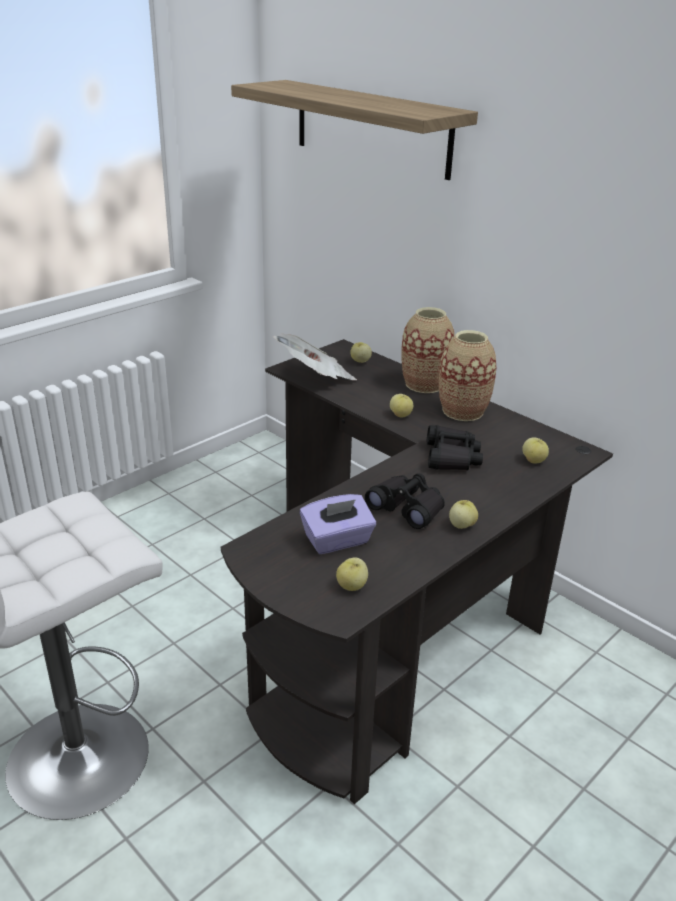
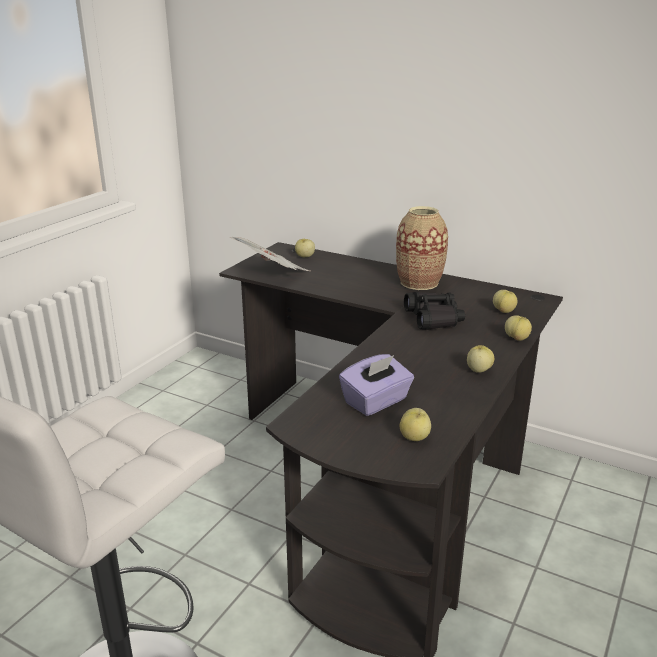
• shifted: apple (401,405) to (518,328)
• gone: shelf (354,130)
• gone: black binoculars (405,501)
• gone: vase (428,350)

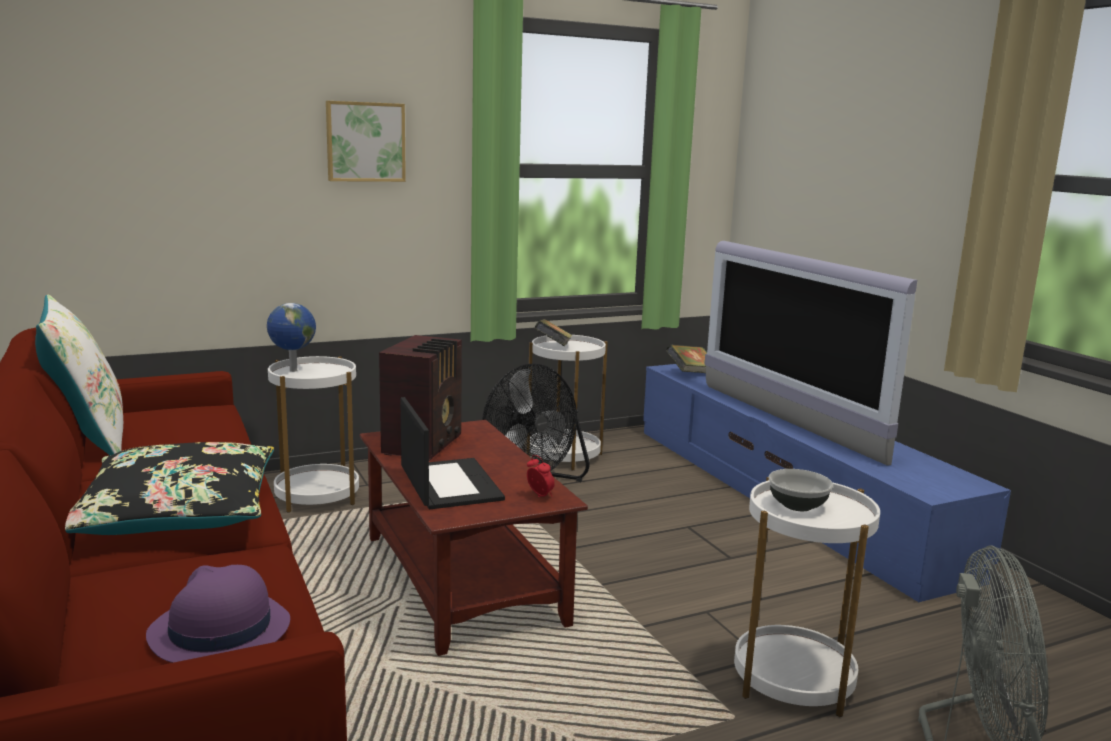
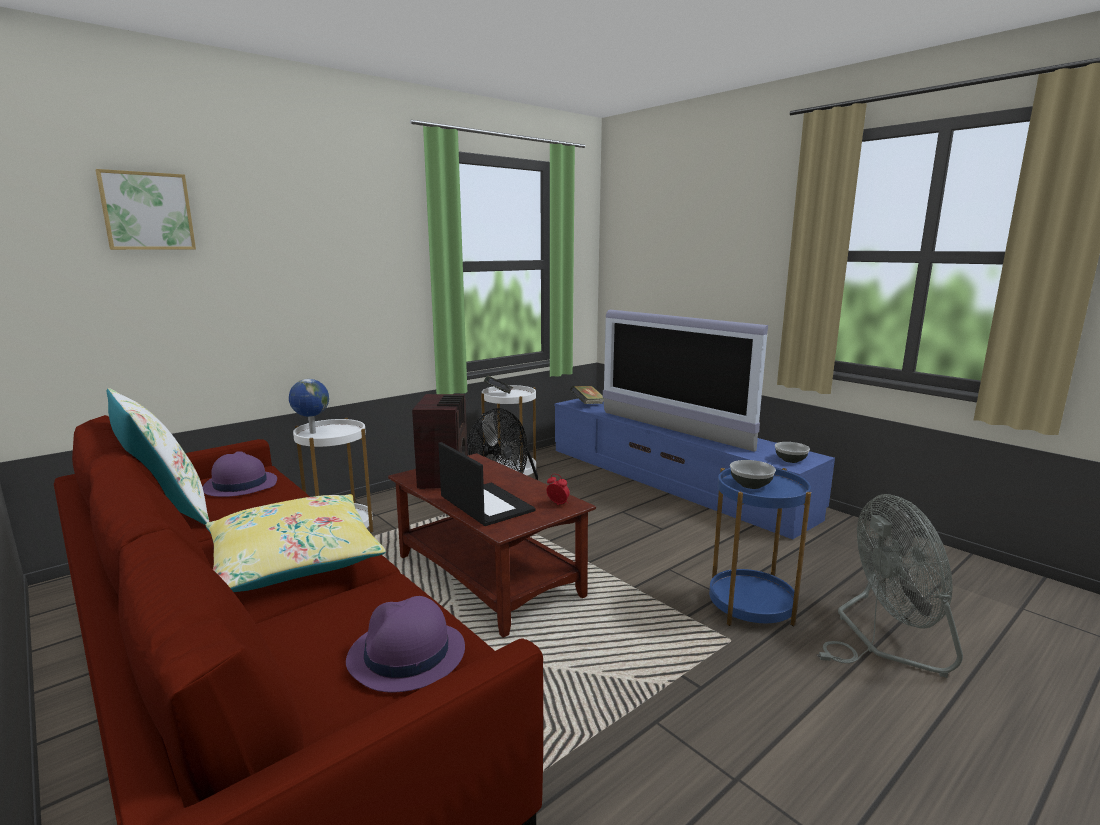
• shifted: picture (366,141) to (146,209)
• new: purple hat (240,474)
• repainted: black pillow (169,488) to yellow pillow (296,543)
• repainted: white side table (807,597) to blue side table (760,547)
• new: bowl (792,452)

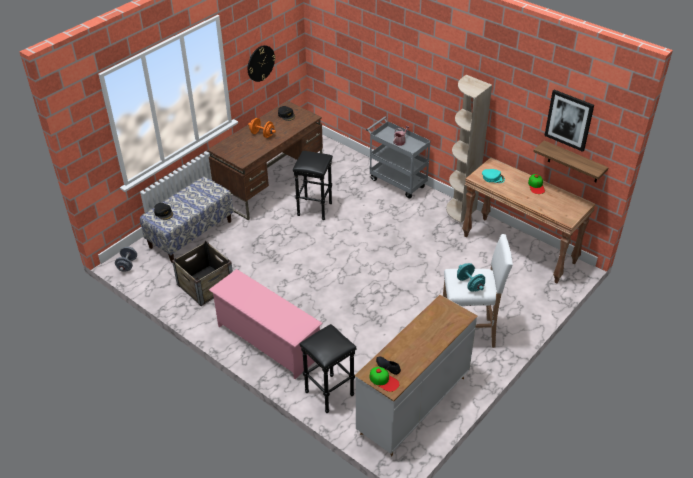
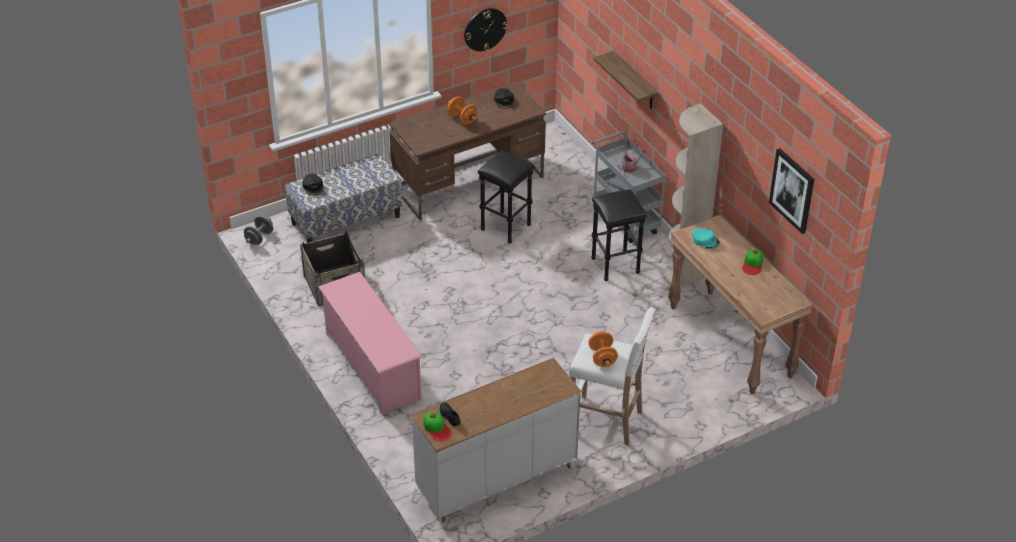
• repainted: turquoise dumbbell (471,277) to orange dumbbell (603,349)
• shifted: black stool (328,368) to (619,235)
• shifted: shelf (571,161) to (626,80)

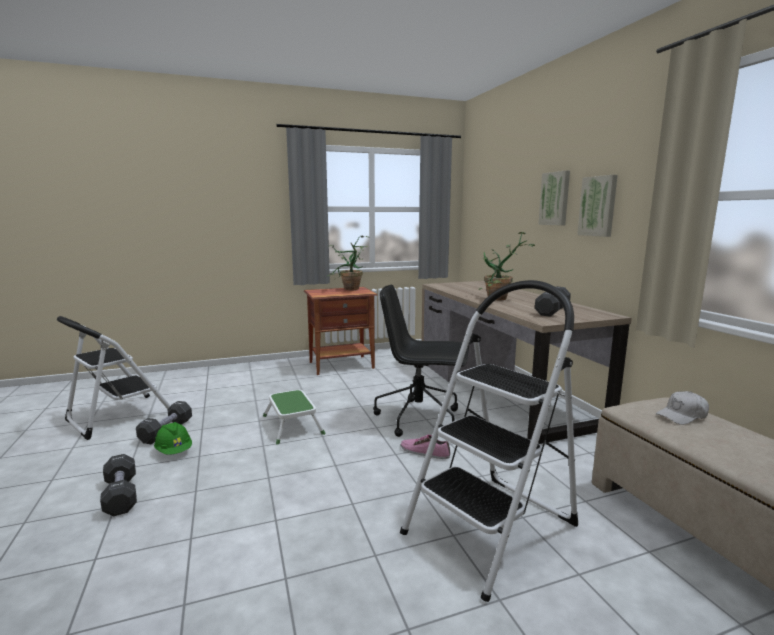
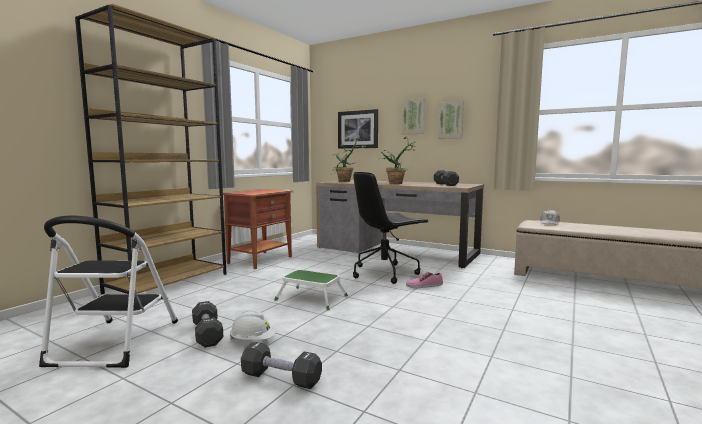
• new: brown bookcase (150,149)
• repainted: green hard hat (173,438) to white hard hat (253,325)
• shifted: potted plant (348,263) to (348,160)
• new: picture (358,129)
• gone: step ladder (489,441)

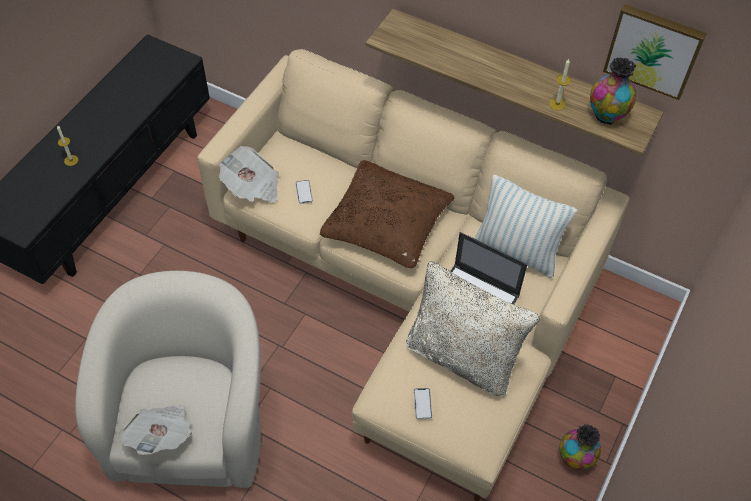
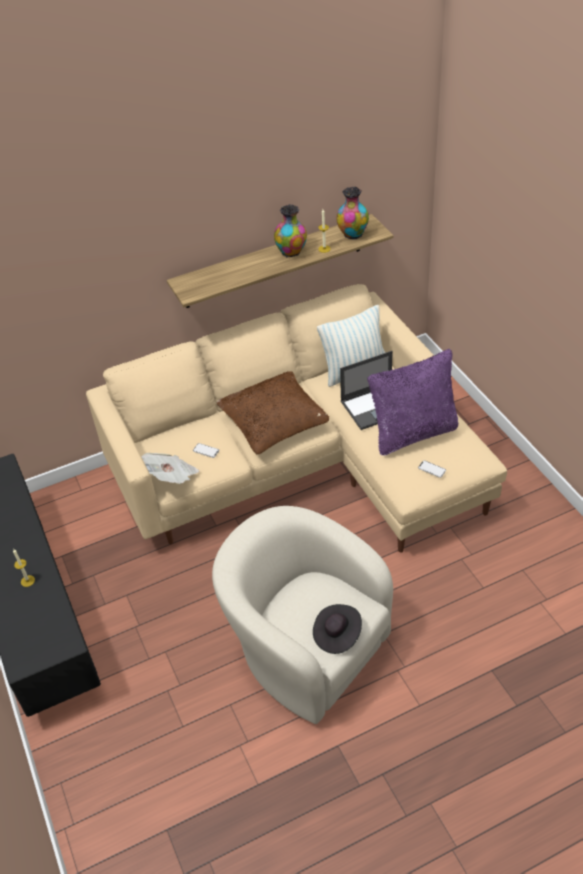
• shifted: vase (580,447) to (290,231)
• swapped: newspaper (155,430) to black hat (337,629)
• repainted: beige pillow (473,328) to purple pillow (412,402)
• gone: picture (655,52)

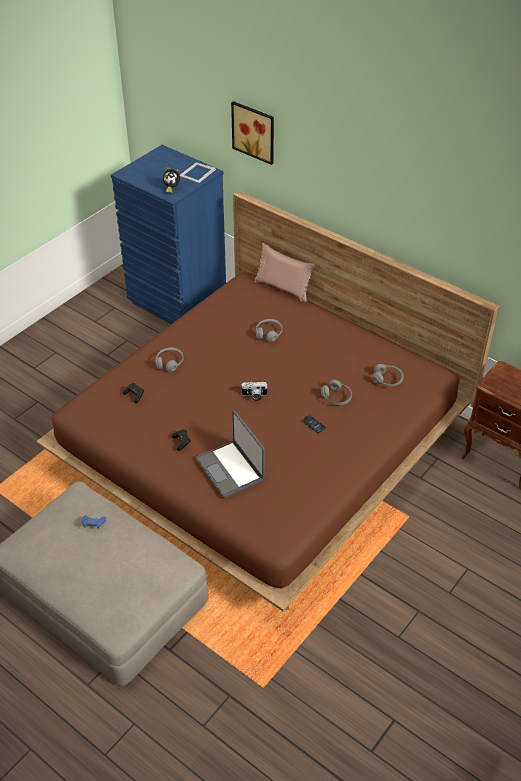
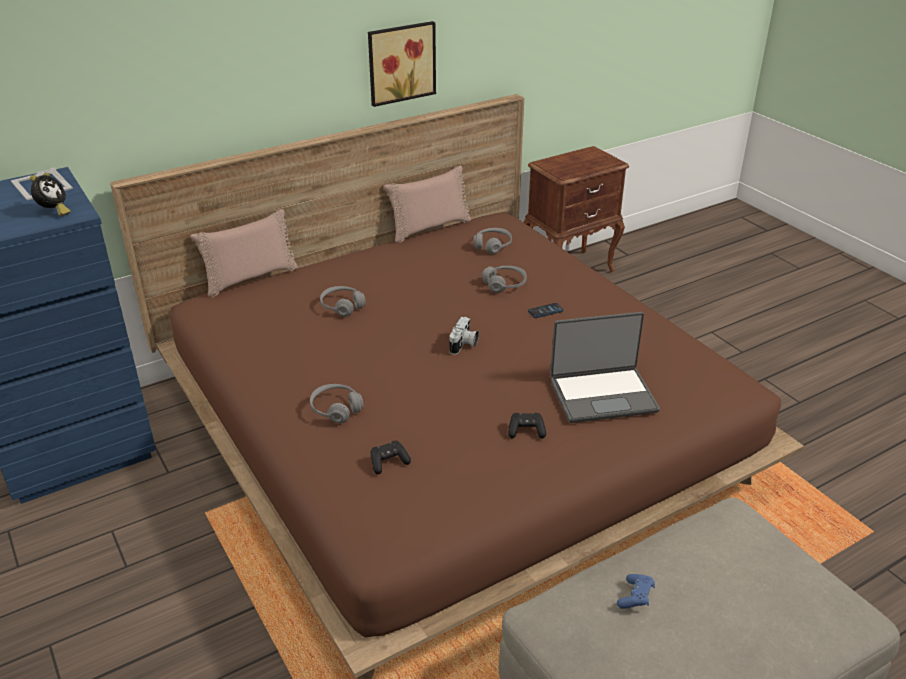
• shifted: picture (252,133) to (402,64)
• new: beige pillow (427,204)

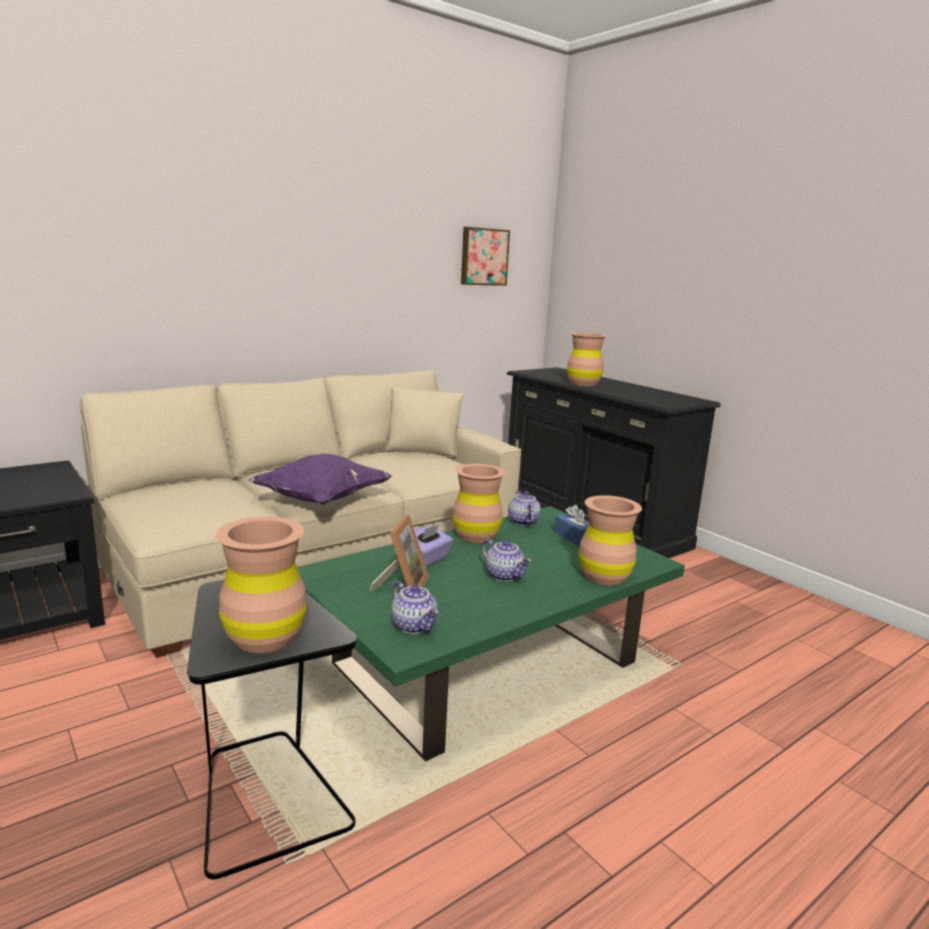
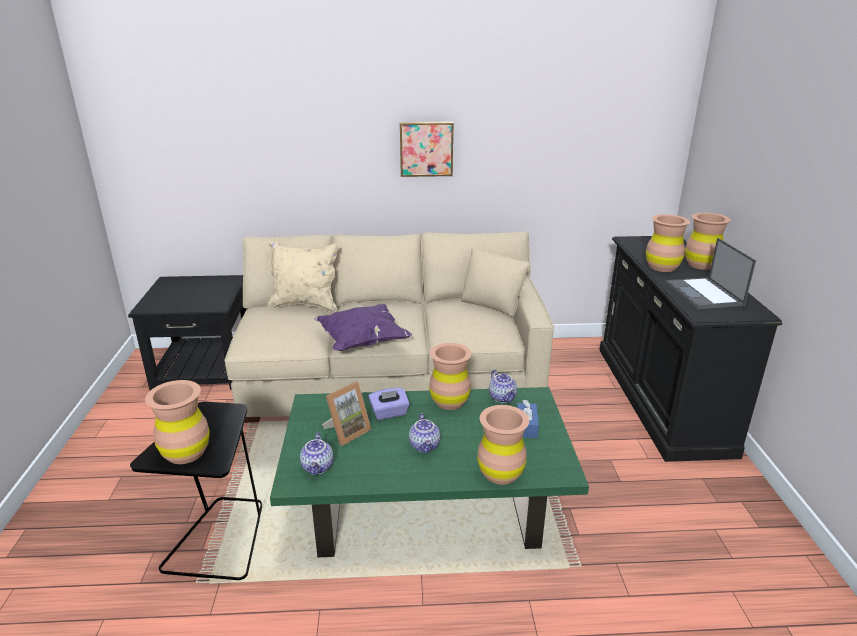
• new: beige pillow (303,276)
• shifted: picture (485,256) to (426,149)
• rotated: teapot (524,508) = (503,386) 135 degrees clockwise
• new: laptop (710,273)
• new: brown vase (708,241)

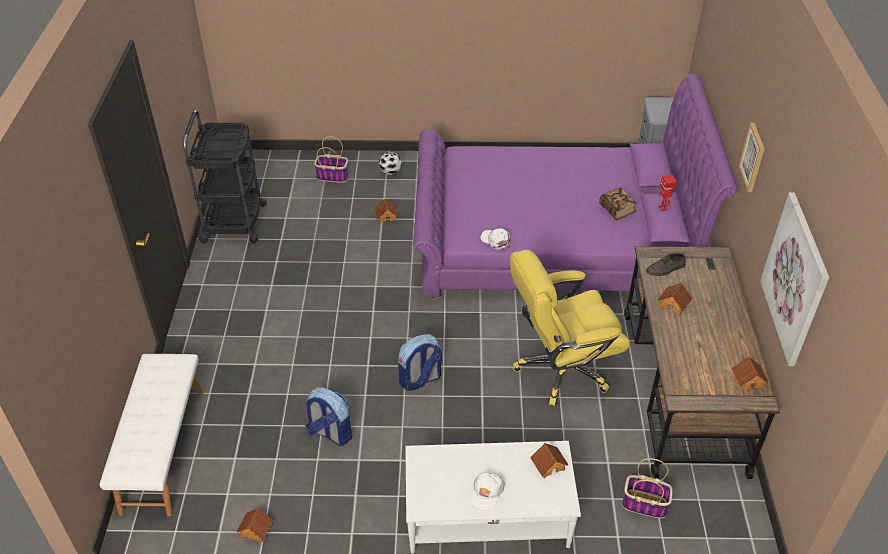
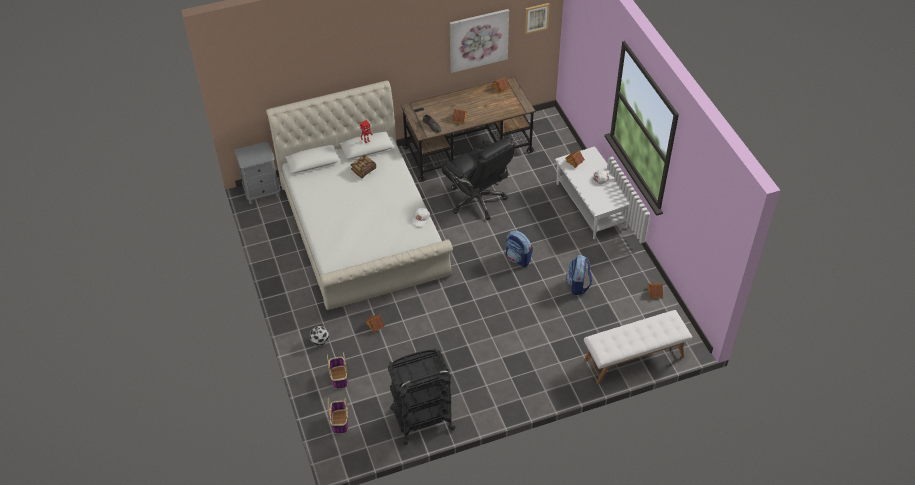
• repainted: purple bed (575,186) to beige bed (359,195)
• shifted: basket (647,488) to (338,415)
• repainted: yellow office chair (570,328) to black office chair (478,179)
• shifted: picture (751,157) to (537,18)

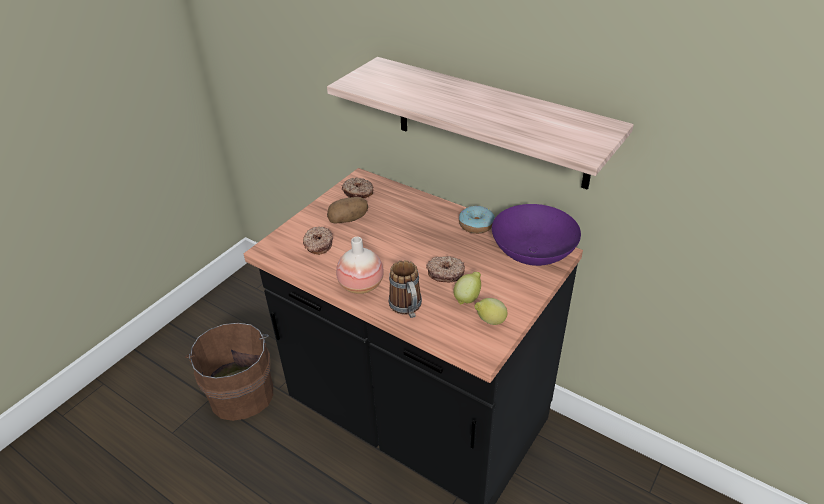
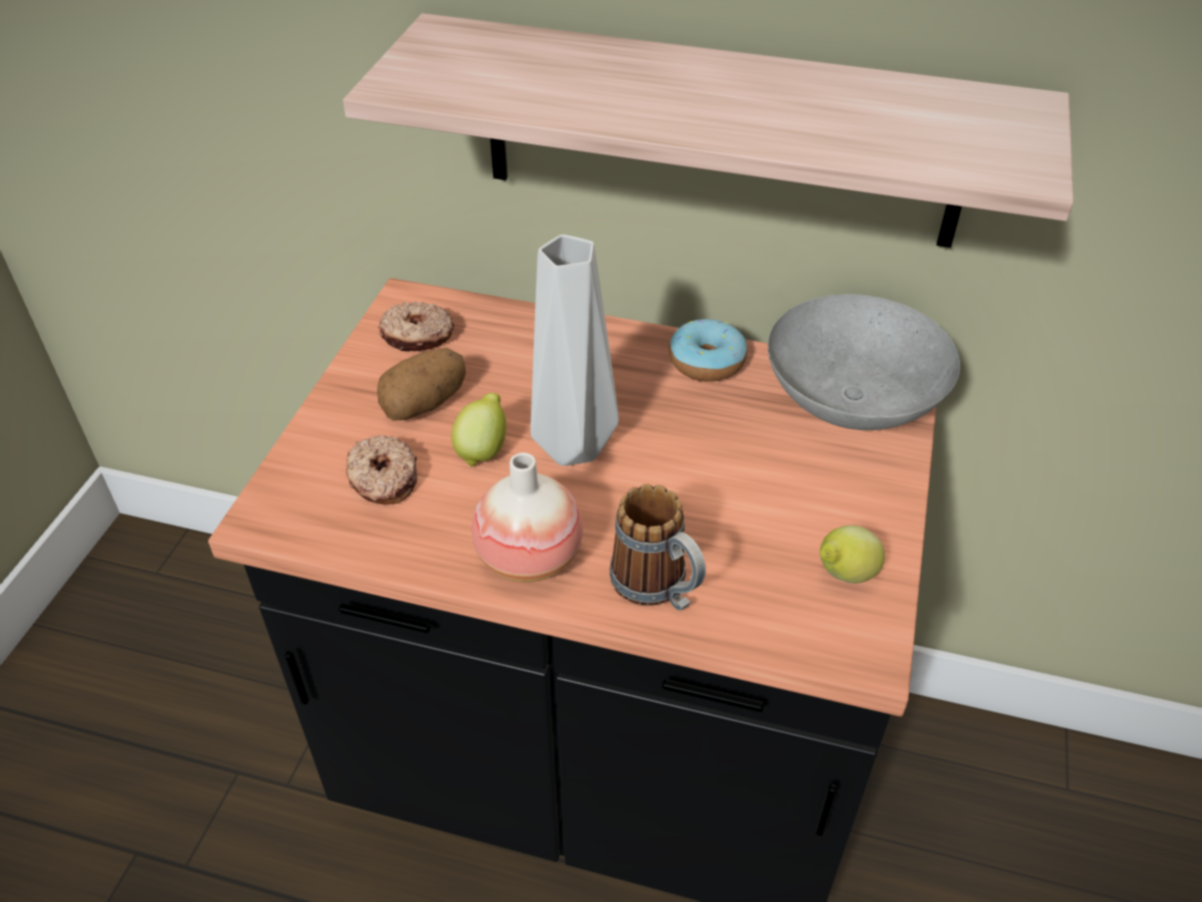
• shifted: lemon (467,288) to (478,430)
• new: grey vase (575,350)
• repainted: purple bowl (536,235) to grey bowl (864,362)
• gone: brown bucket (229,372)
• gone: donut (445,269)

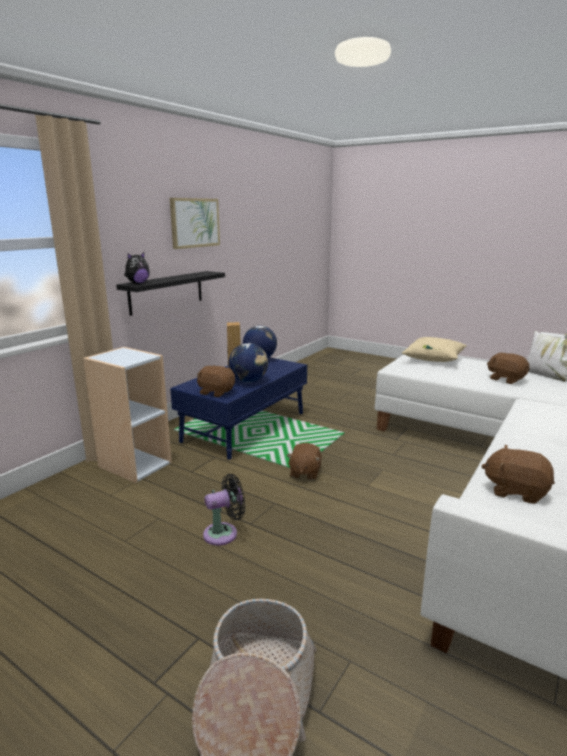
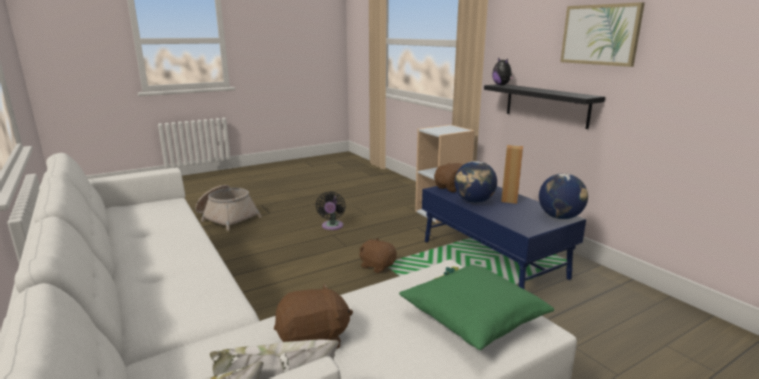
• repainted: beige pillow (434,349) to green pillow (476,307)
• gone: brown plush toy (518,474)

